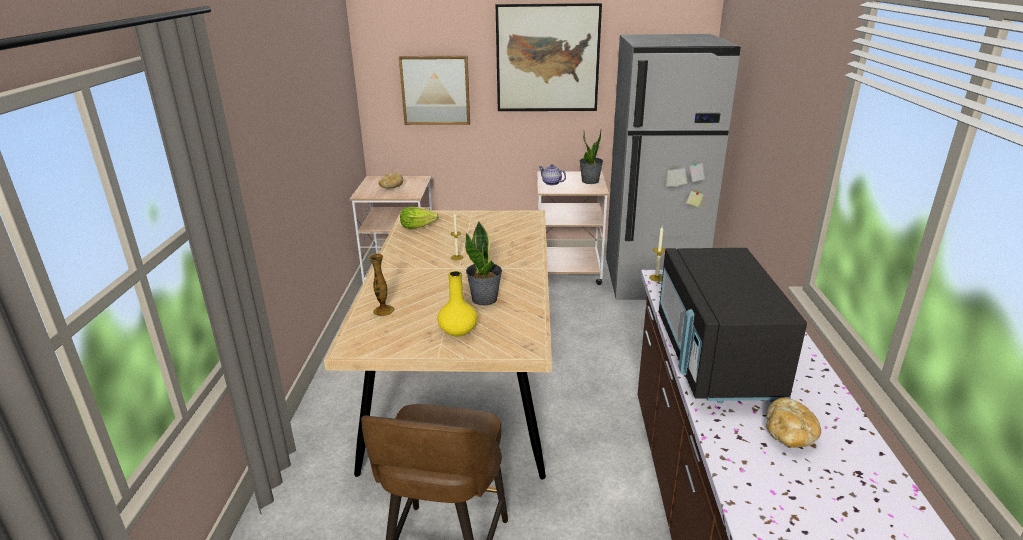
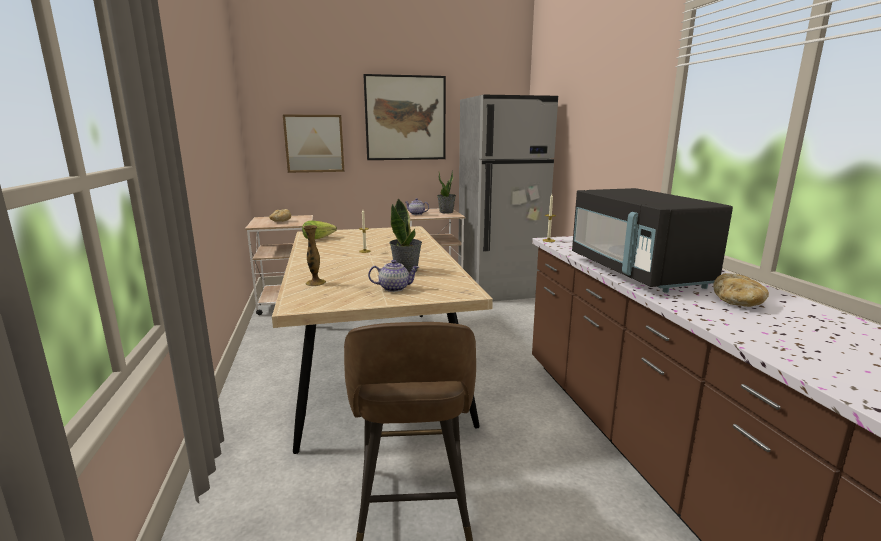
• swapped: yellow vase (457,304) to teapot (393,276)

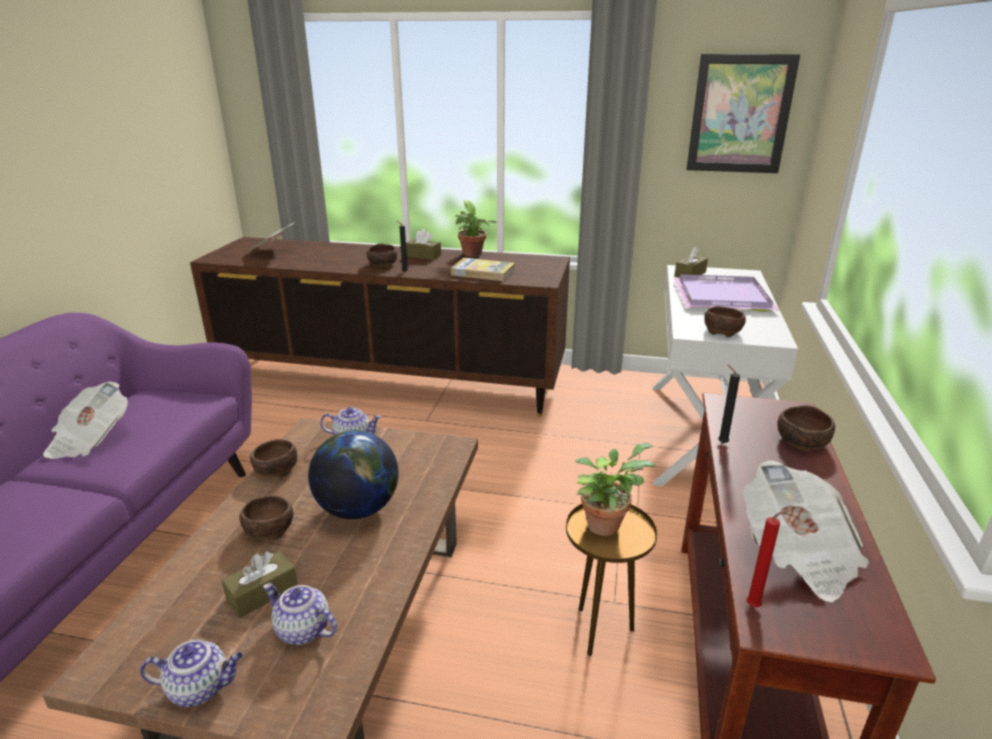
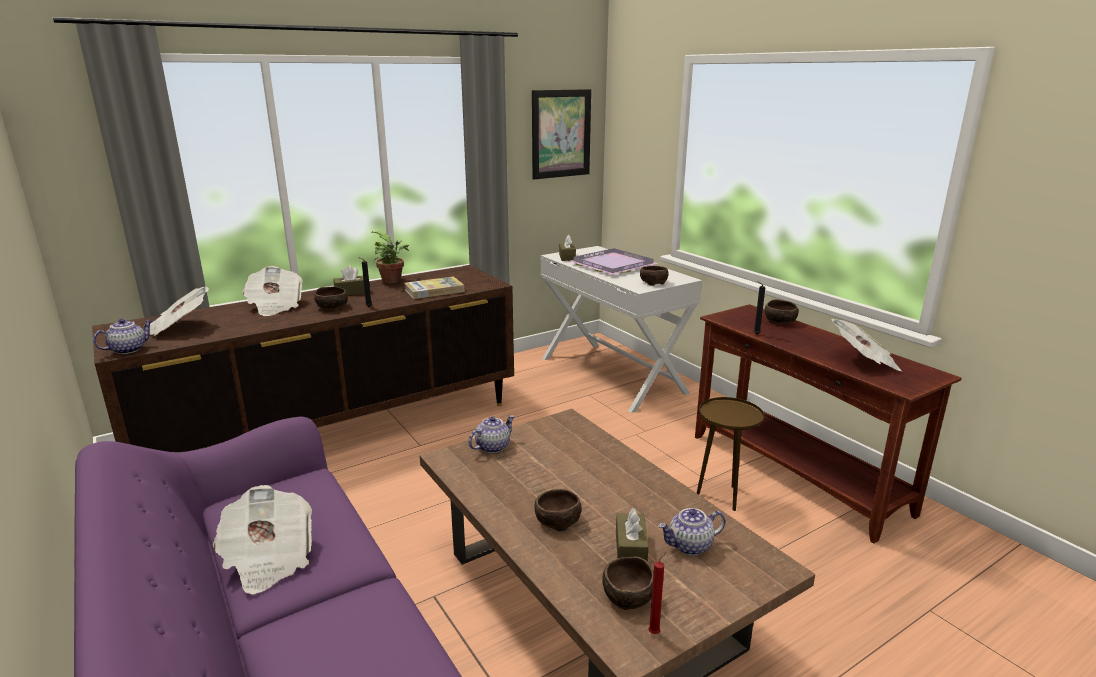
• shifted: teapot (191,673) to (123,336)
• new: newspaper (273,291)
• shifted: brown bowl (273,458) to (628,583)
• shifted: red candle (767,558) to (657,592)
• gone: globe (353,474)
• gone: potted plant (614,489)

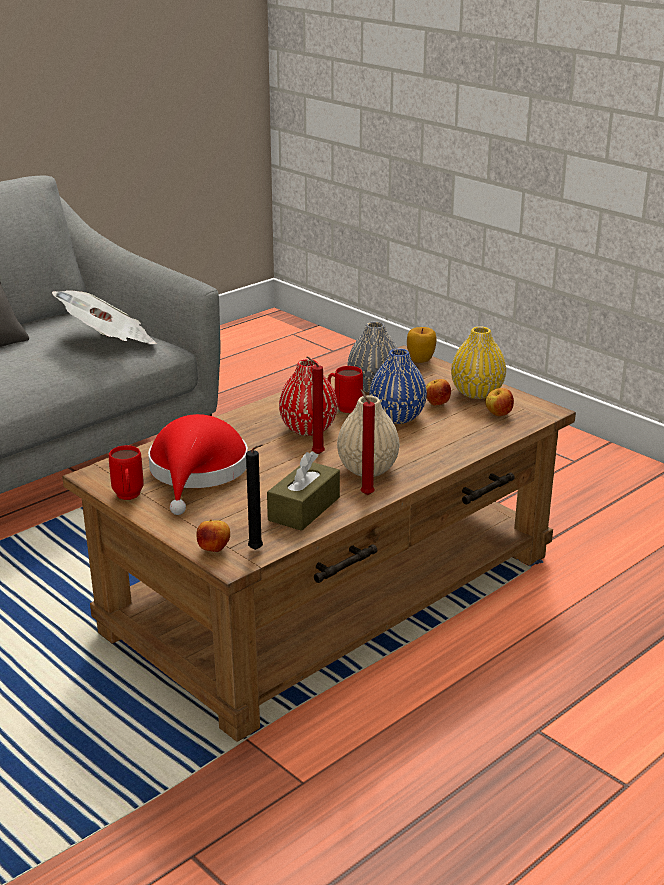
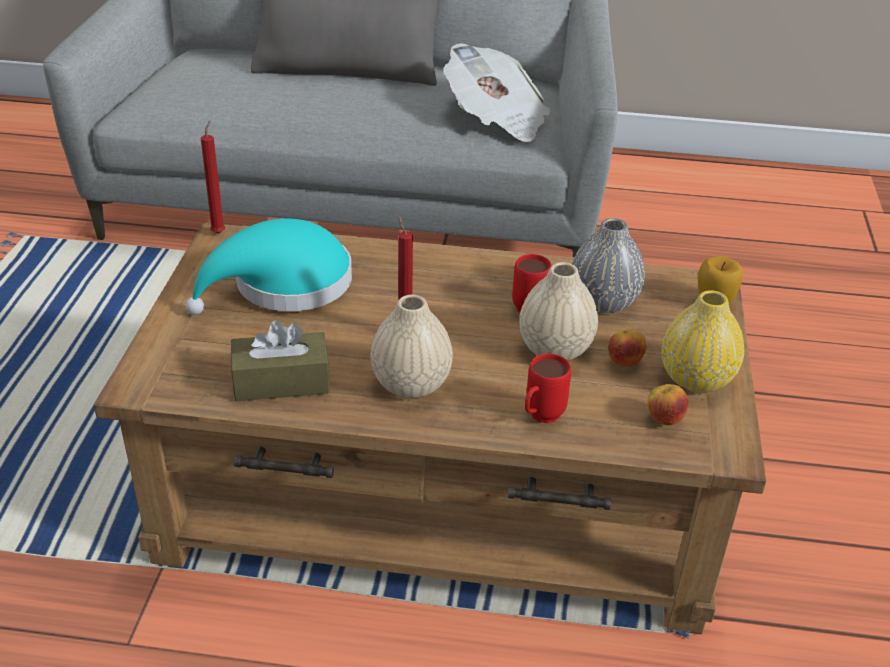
• repainted: red hat (198,464) to turquoise hat (268,266)
• shifted: red candle (368,442) to (213,177)
• repainted: blue vase (398,386) to beige vase (558,311)
• shifted: red mug (126,472) to (547,388)
• gone: apple (213,535)
• gone: black candle (254,497)
• gone: red vase (308,397)

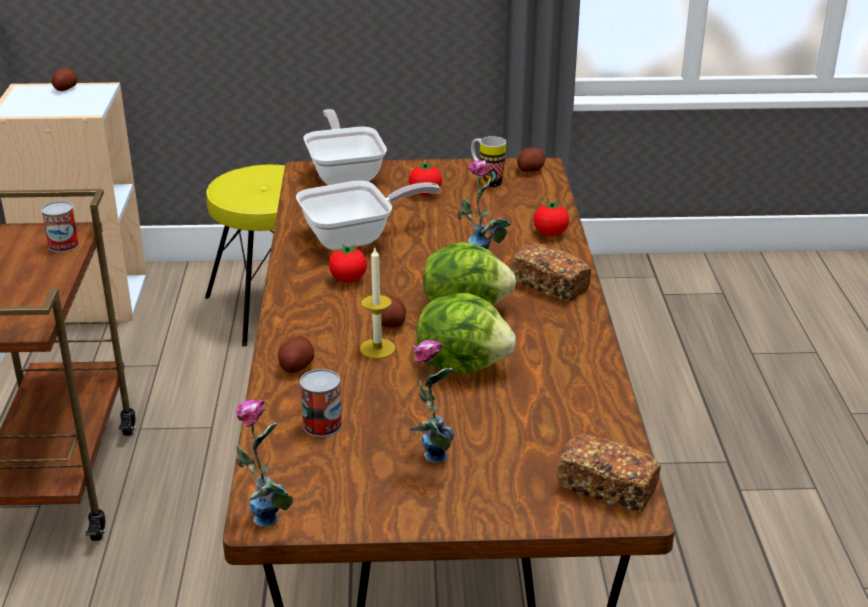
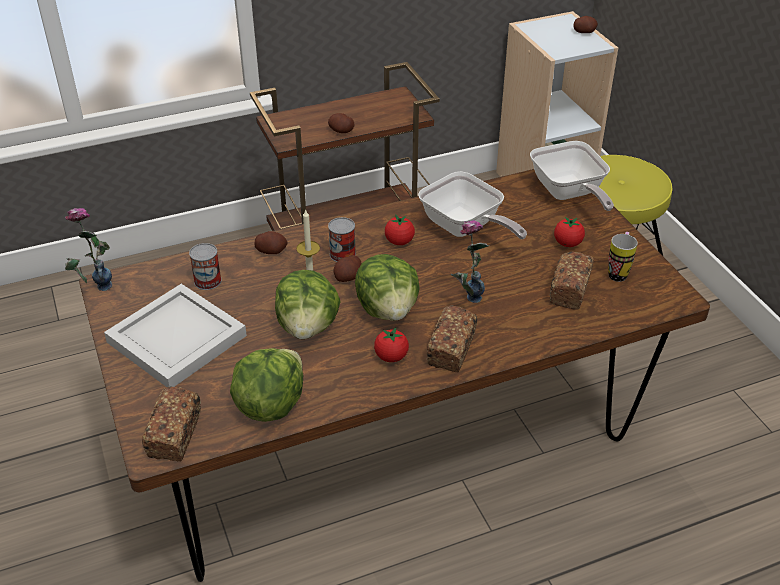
• swapped: vase (432,401) to white tray (175,335)
• new: lettuce (266,385)
• shifted: potato (531,159) to (341,123)
• shifted: can (60,226) to (342,239)
• shifted: tomato (551,218) to (391,344)
• rotated: frying pan (345,147) = (572,176) 105 degrees clockwise
• new: bread (572,280)

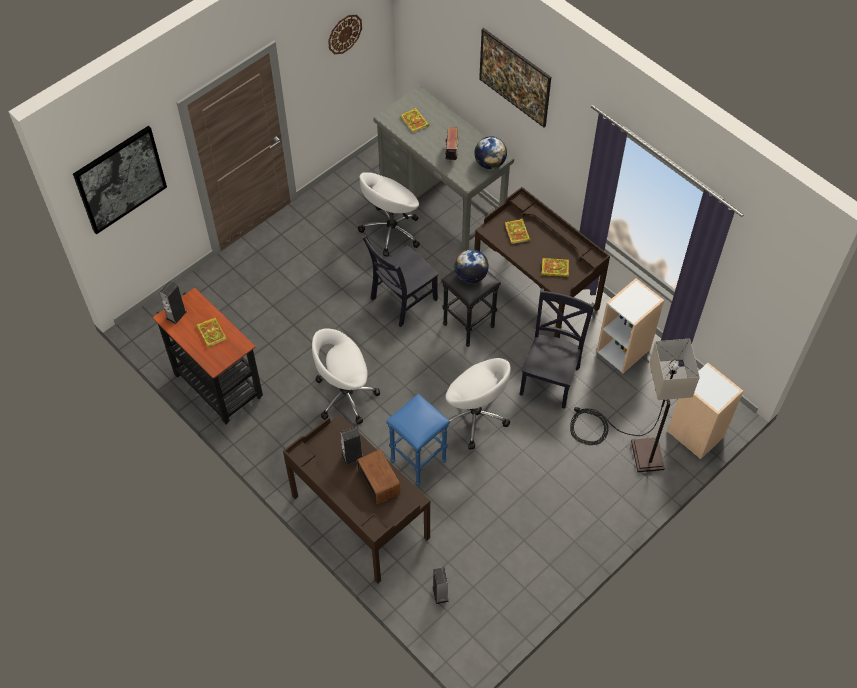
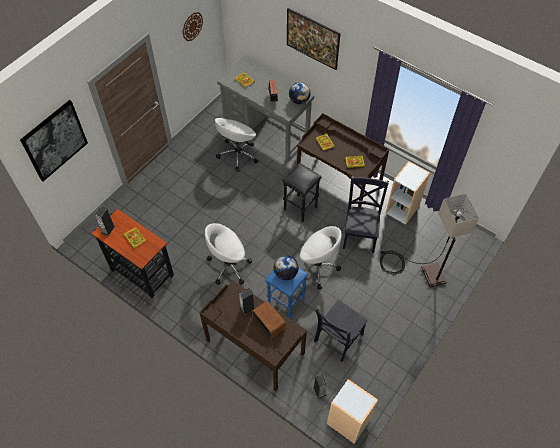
• shifted: globe (472,266) to (286,267)
• shifted: black chair (400,281) to (341,331)
• shifted: bookcase (705,411) to (352,411)

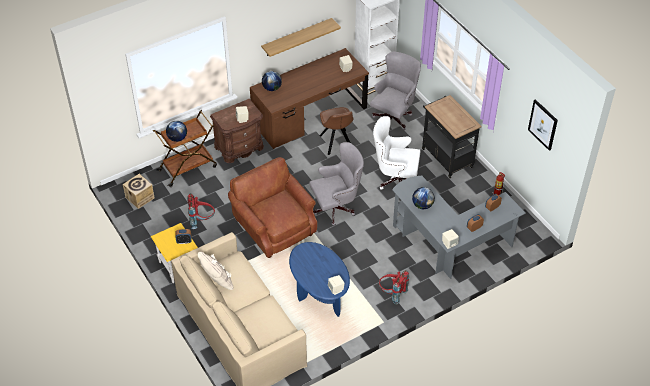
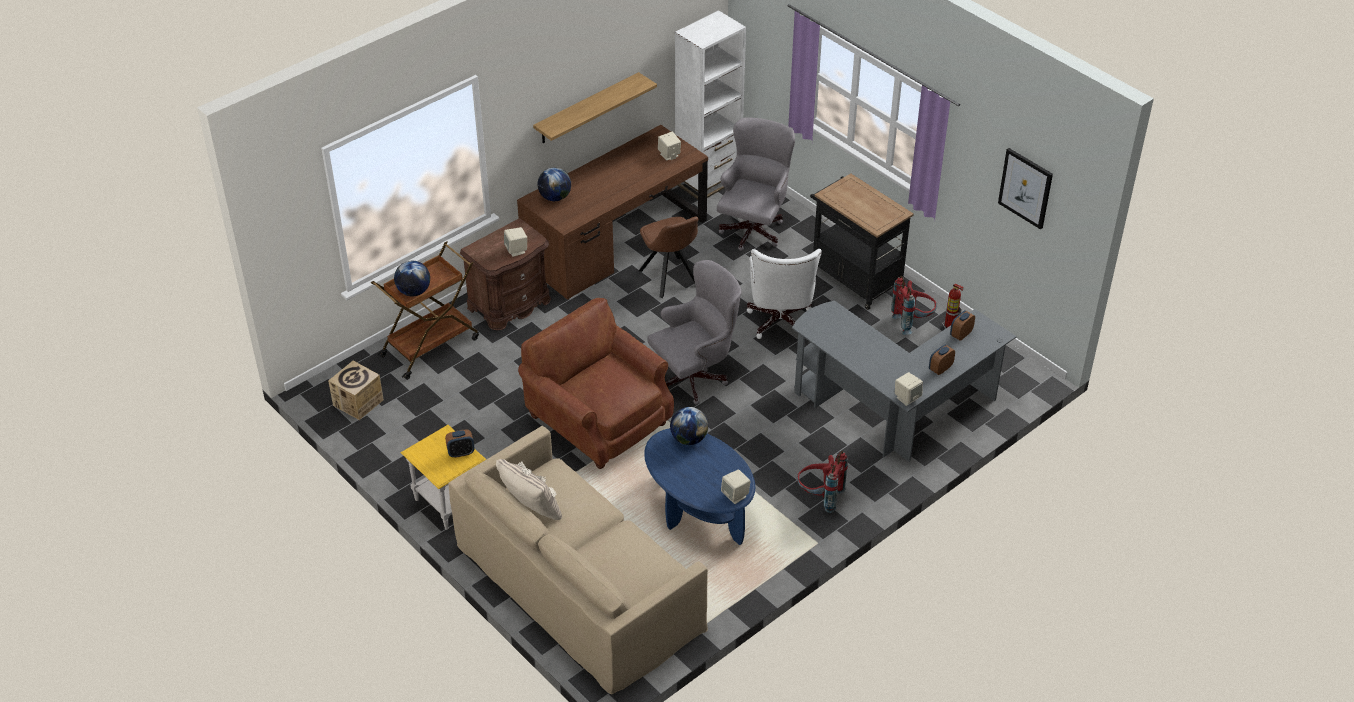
• shifted: globe (423,198) to (689,426)
• rotated: white office chair (396,153) = (784,294) 90 degrees counterclockwise
• shifted: red backpack (201,211) to (914,305)

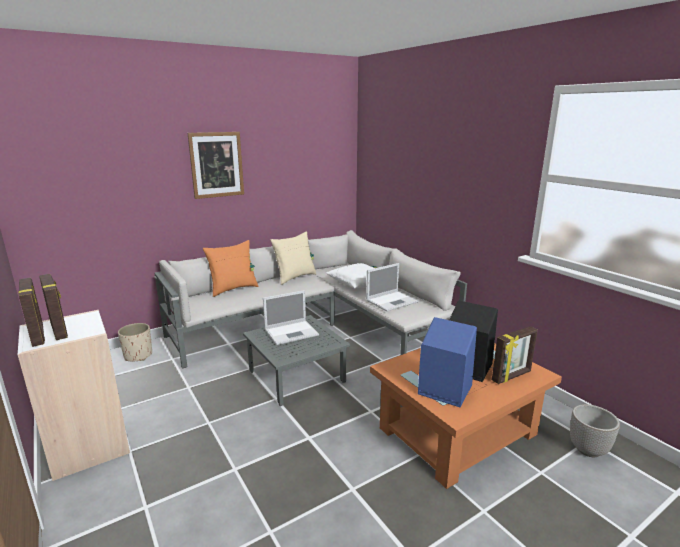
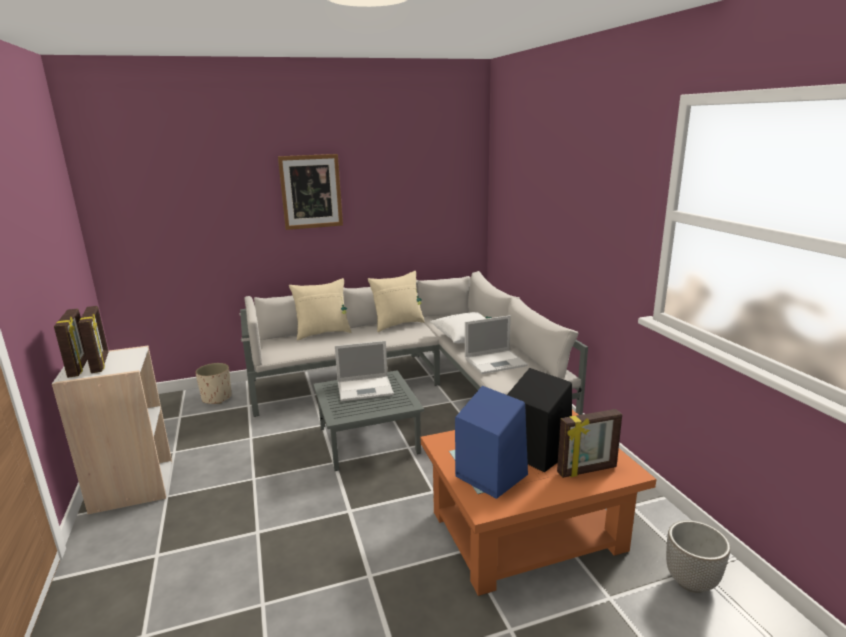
• repainted: orange pillow (230,268) to beige pillow (320,309)

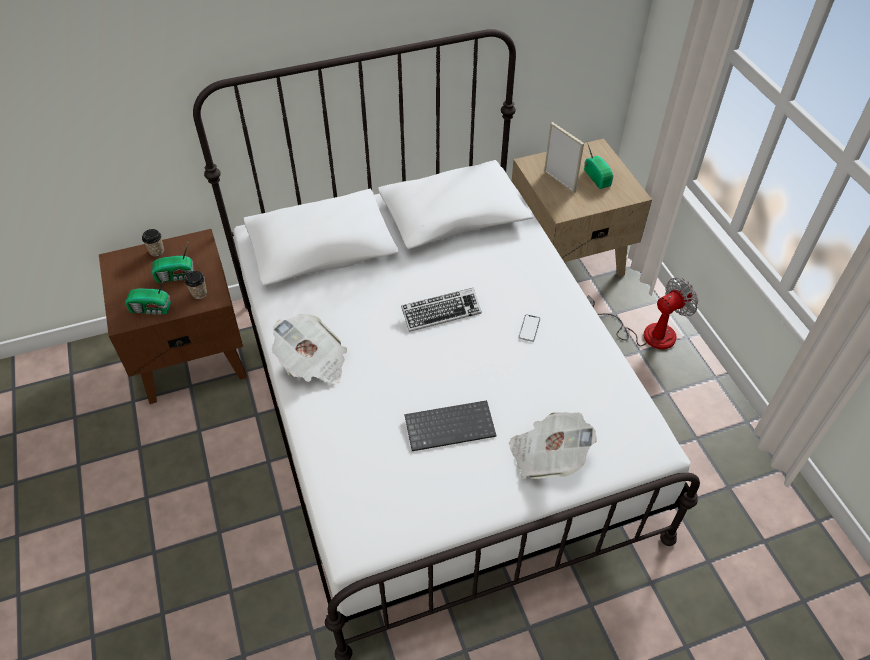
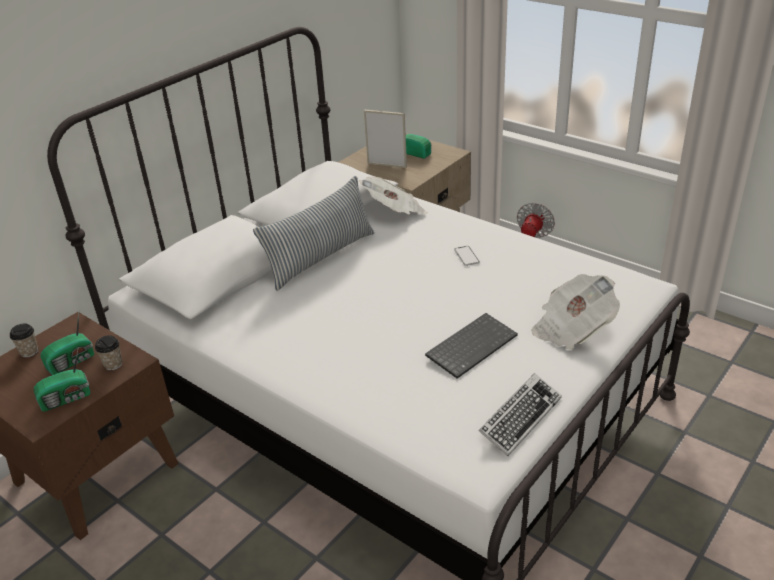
• new: pillow (313,233)
• shifted: newspaper (309,349) to (393,195)
• shifted: keyboard (441,310) to (520,414)

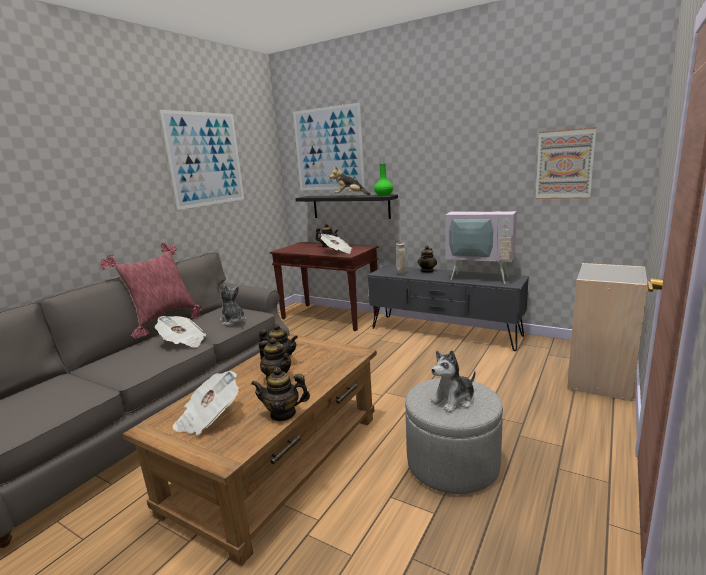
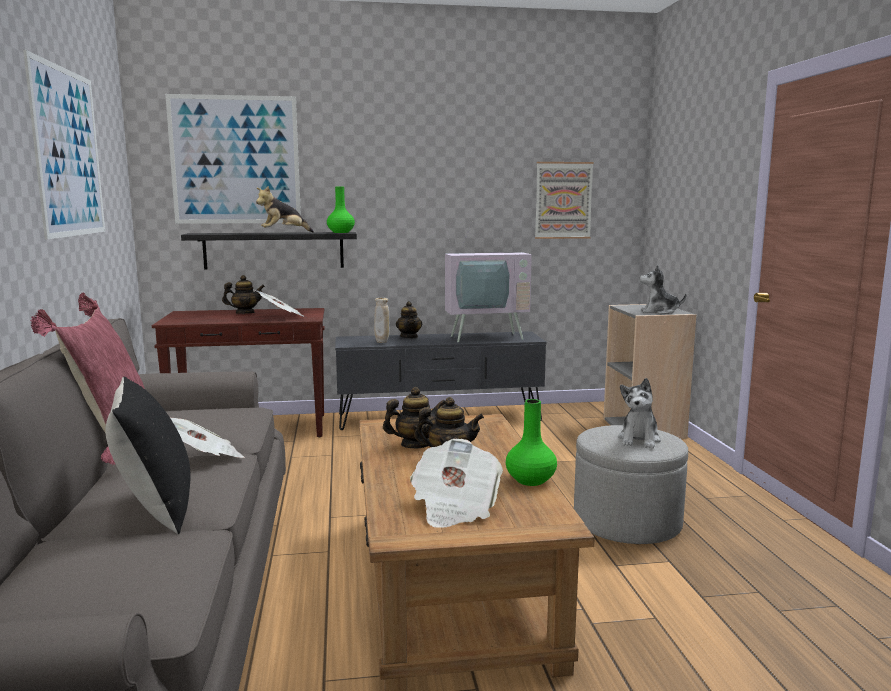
• new: black pillow (148,455)
• swapped: teapot (280,394) to green vase (531,442)
• shifted: plush toy (233,305) to (663,289)

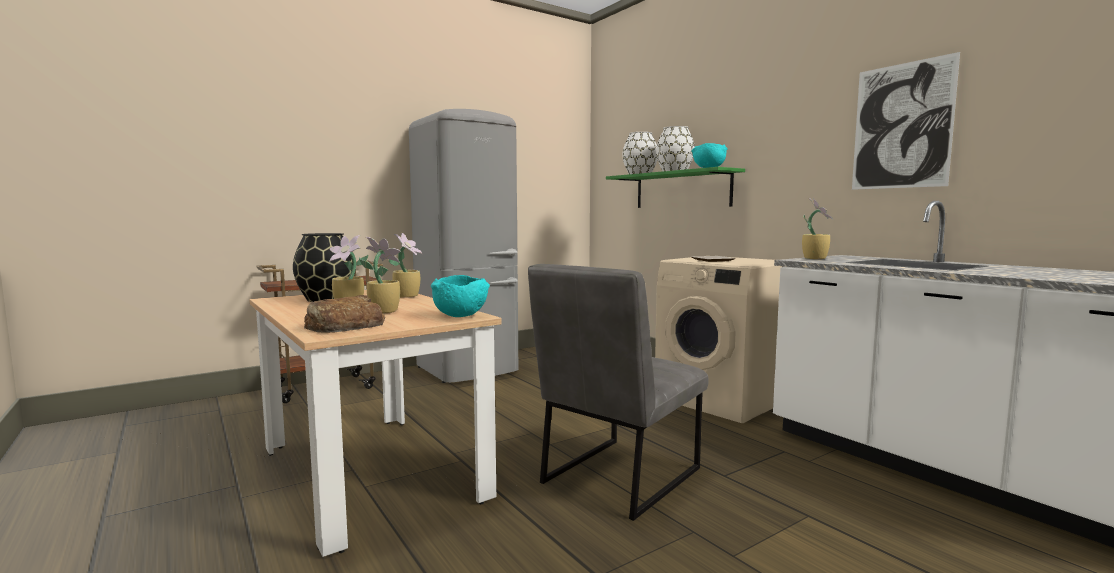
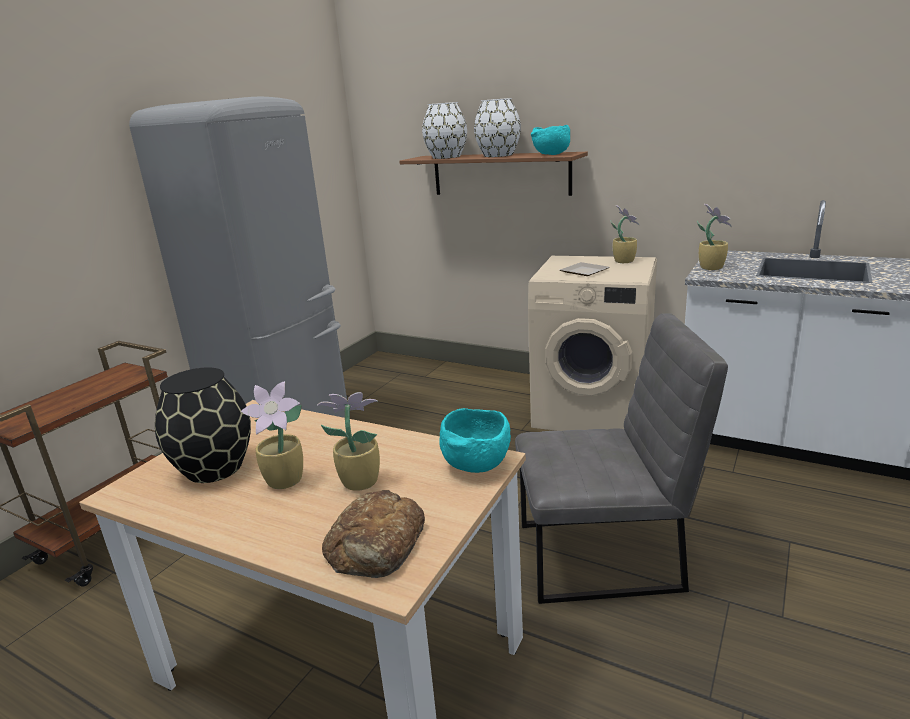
• repainted: green shelf (675,187) to brown shelf (493,174)
• rotated: grey chair (618,392) = (621,458) 105 degrees counterclockwise
• shifted: potted plant (405,265) to (625,234)
• gone: picture (906,121)

